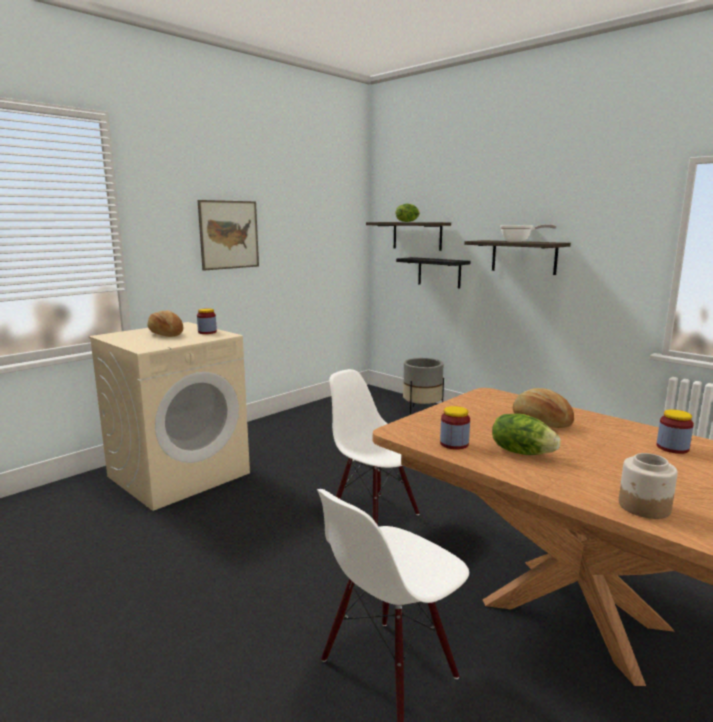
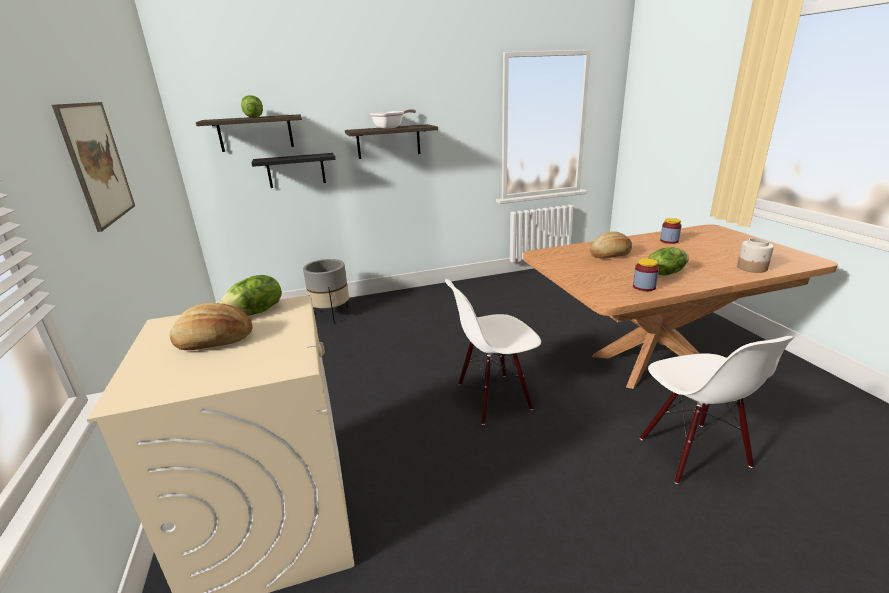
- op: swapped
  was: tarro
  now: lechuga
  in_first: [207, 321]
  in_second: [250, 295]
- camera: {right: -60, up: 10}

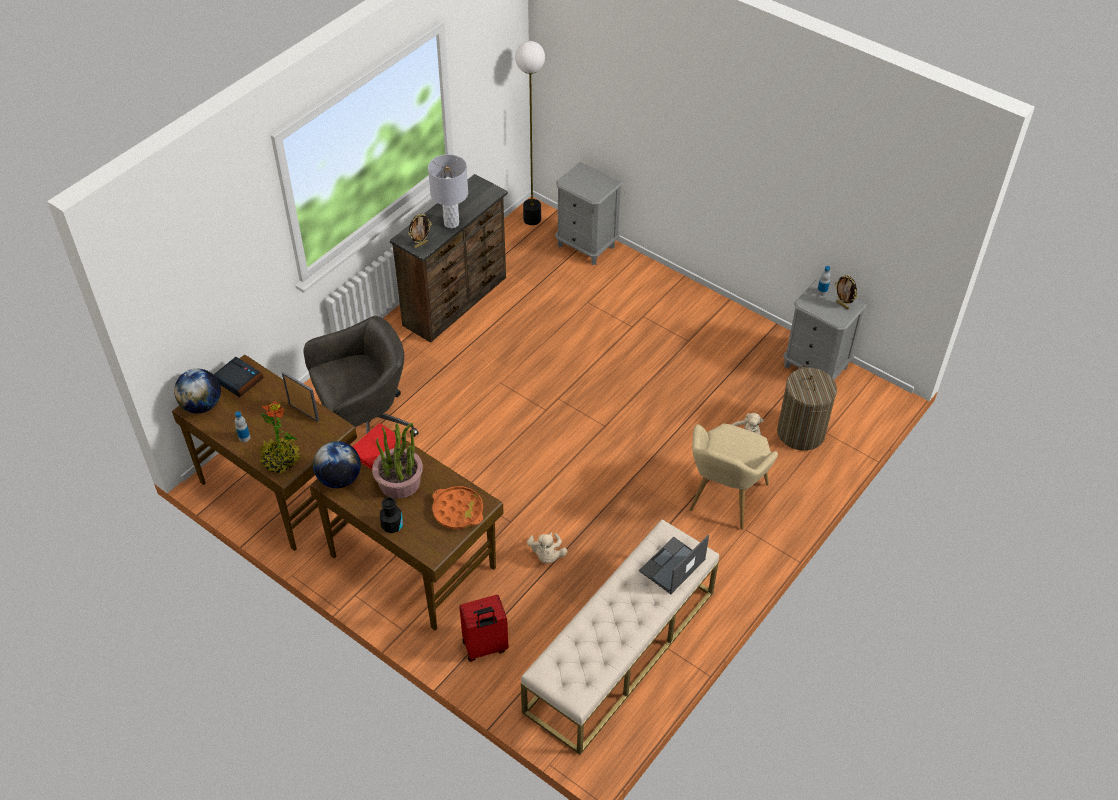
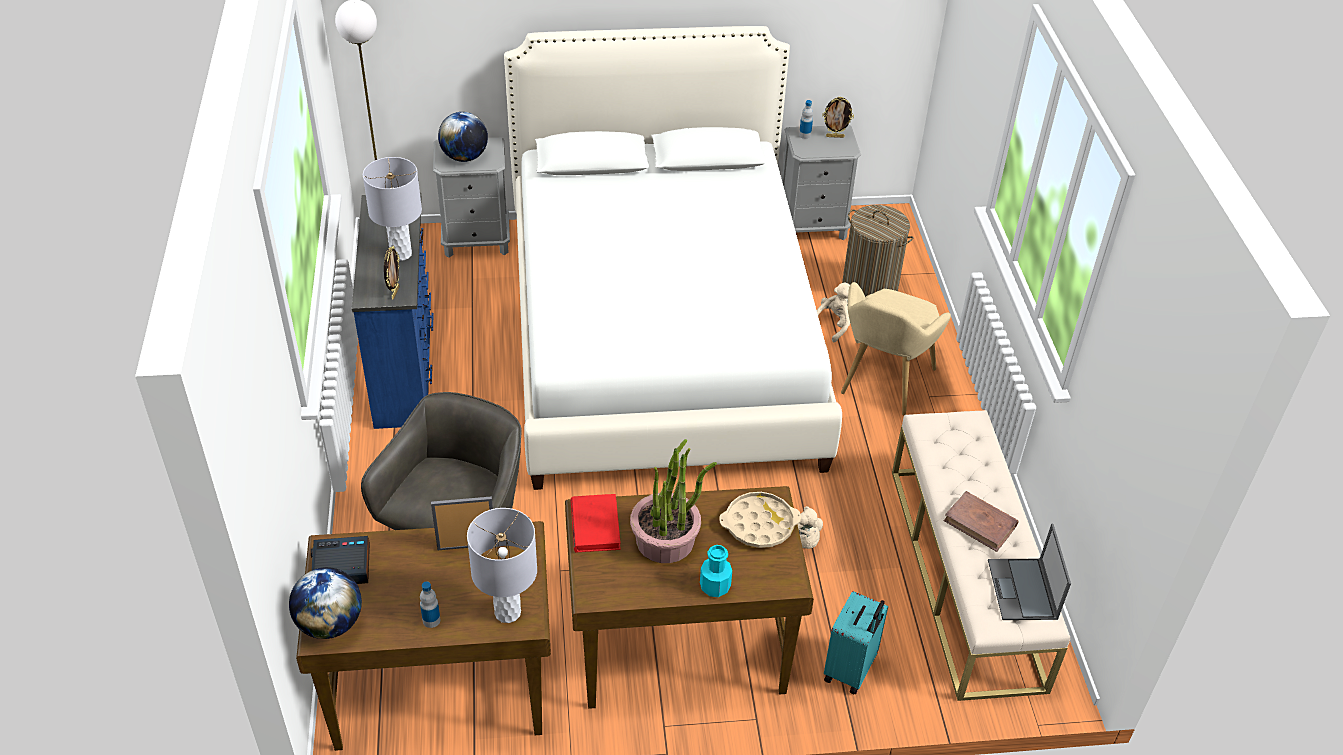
- op: new
  now: cama [blanco]
  in_second: [673, 258]
- op: new
  now: libro [marrón]
  in_second: [981, 521]
- op: shifted
  was: globo terráqueo
  in_first: [337, 464]
  in_second: [463, 137]
- op: shifted
  was: portátil
  in_first: [674, 564]
  in_second: [1029, 572]
- op: swapped
  was: planta en maceta
  now: lámpara de mesa [gris]
  in_first: [280, 437]
  in_second: [502, 565]
- op: repainted
  was: botella [negro]
  now: botella [turquesa]
  in_first: [391, 515]
  in_second: [716, 571]
- op: repainted
  was: cómoda [marrón]
  now: cómoda [azul]
  in_first: [449, 258]
  in_second: [392, 311]
- op: repainted
  was: bandeja [naranja]
  now: bandeja [beis]
  in_first: [457, 507]
  in_second: [760, 520]
- op: repainted
  was: maleta [rojo]
  now: maleta [turquesa]
  in_first: [484, 628]
  in_second: [856, 643]
- op: rotated
  was: sillón [beis]
  in_first: [733, 476]
  in_second: [896, 348]
  clockwise: 45
- camera: {right: -45, up: -5}

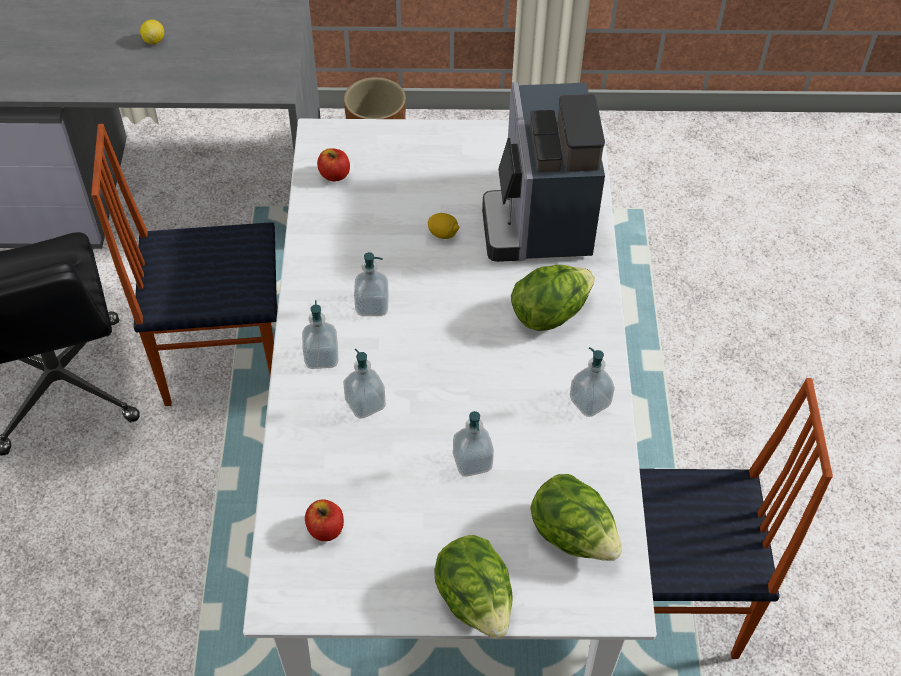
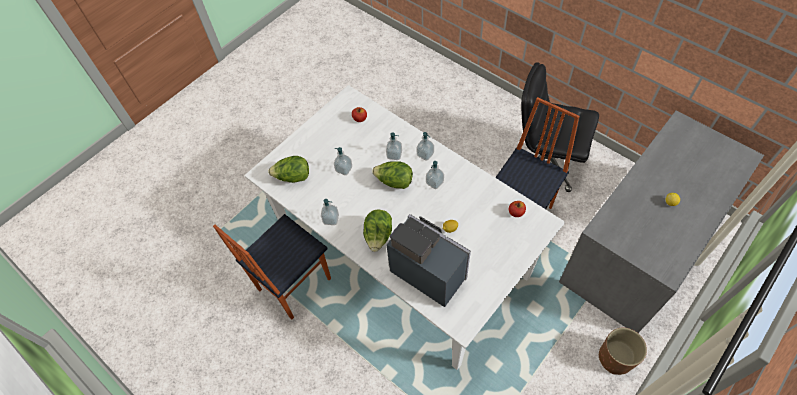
- op: shifted
  was: lechuga
  in_first: [473, 587]
  in_second: [392, 175]
- camera: {right: 135, up: 5}

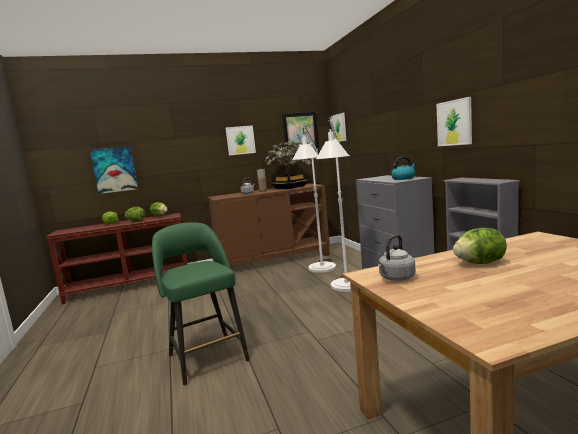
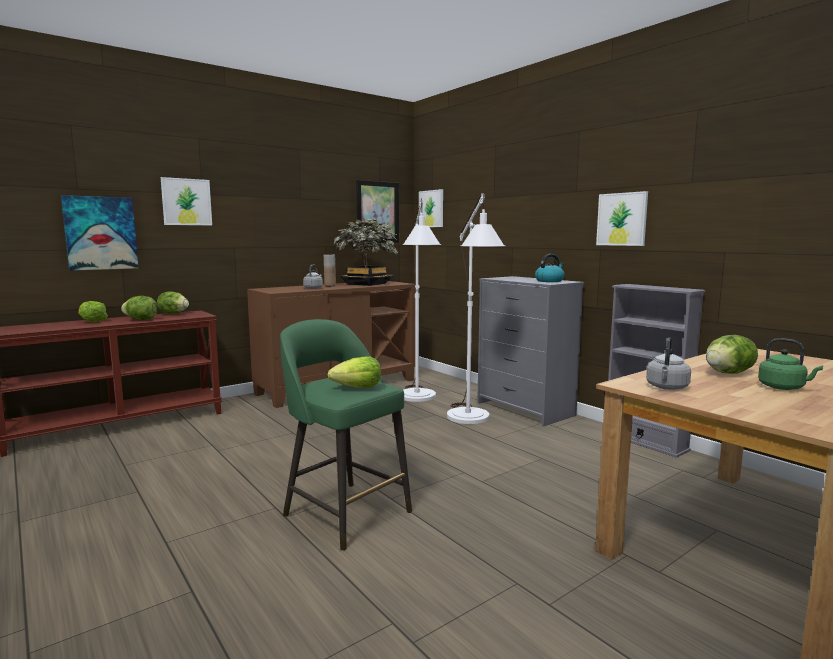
- op: new
  now: lechuga
  in_second: [354, 371]
- op: new
  now: hervidor [verde]
  in_second: [790, 364]
- op: shifted
  was: cuadro
  in_first: [241, 140]
  in_second: [186, 201]
- camera: {right: -20, up: 0}

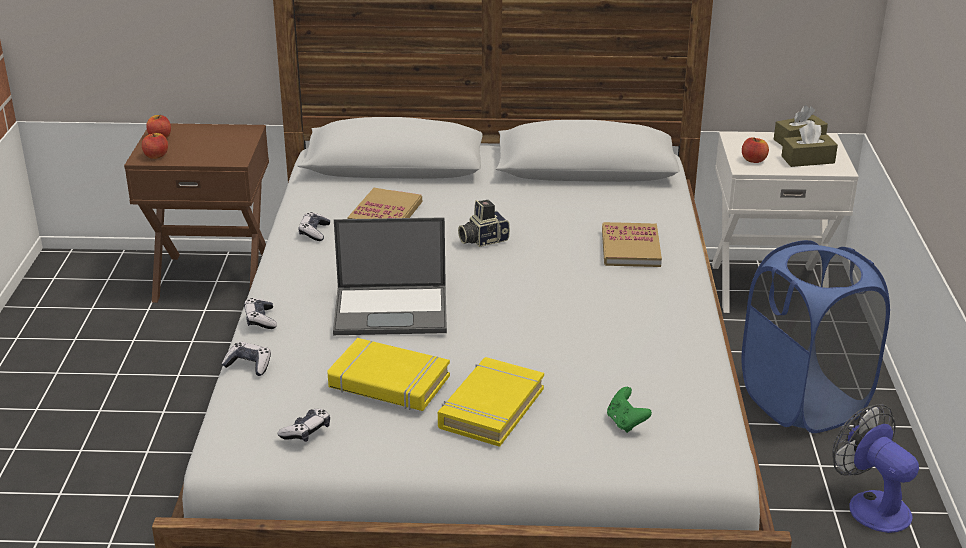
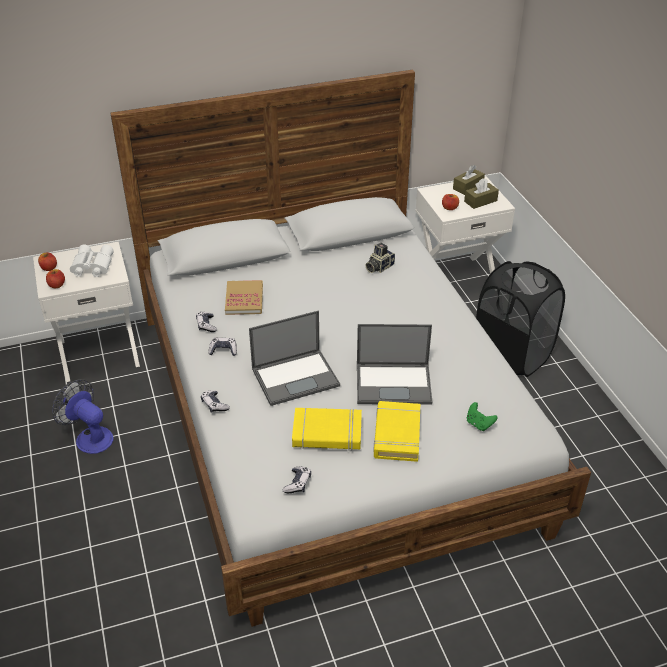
- op: gone
  was: libro
  in_first: [632, 244]
- op: new
  now: prismáticos [blanco]
  in_second: [92, 261]
- op: new
  now: portátil
  in_second: [394, 364]
- op: shifted
  was: mando de consola
  in_first: [246, 359]
  in_second: [222, 347]
- op: shifted
  was: cámara
  in_first: [484, 223]
  in_second: [380, 258]
- op: shifted
  was: ventilador
  in_first: [875, 468]
  in_second: [83, 416]
- op: repainted
  was: mesita de noche [marrón]
  now: mesita de noche [blanco]
  in_first: [196, 213]
  in_second: [86, 312]
- op: repainted
  was: cesto de la ropa [azul]
  now: cesto de la ropa [negro]
  in_first: [816, 336]
  in_second: [520, 319]
- camera: {right: -20, up: 10}

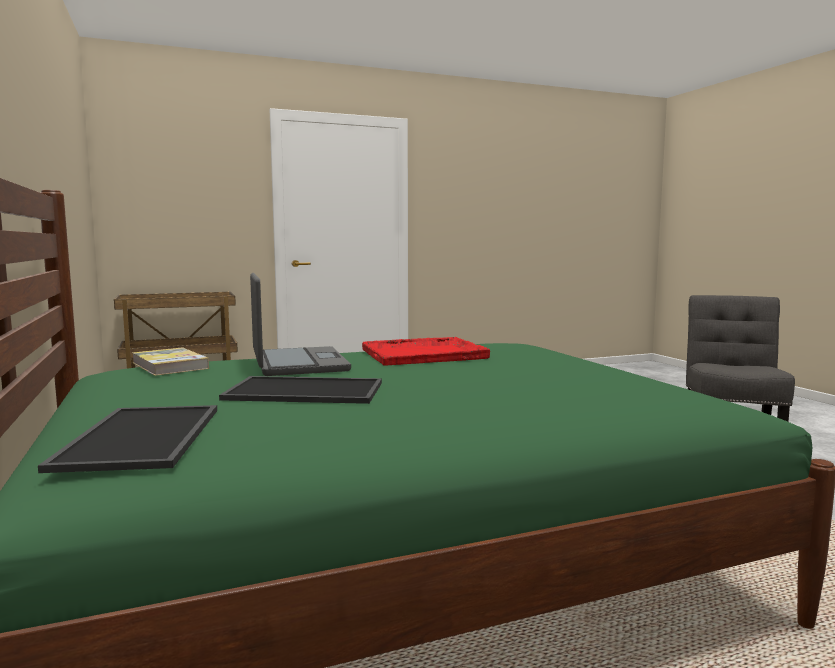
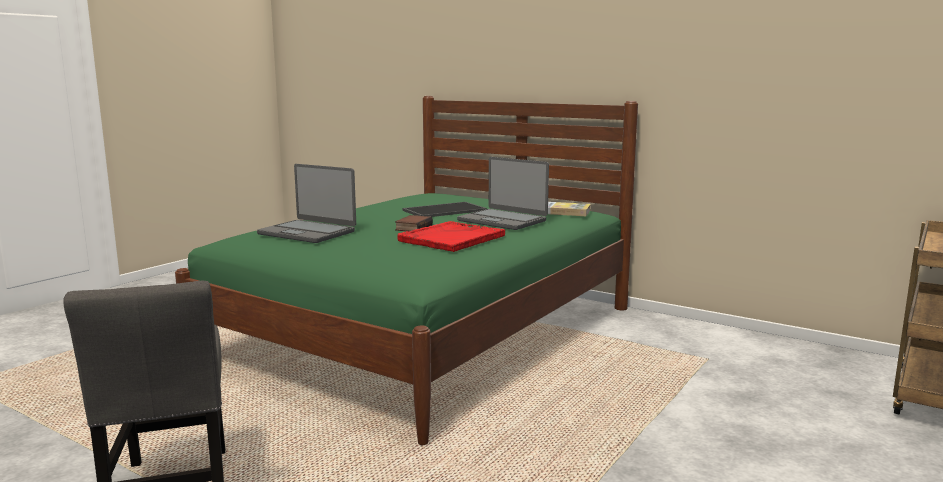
- op: gone
  was: bandeja
  in_first: [127, 439]
- op: new
  now: portátil
  in_second: [306, 203]
- op: new
  now: libro
  in_second: [414, 223]
- camera: {right: 145, up: 5}

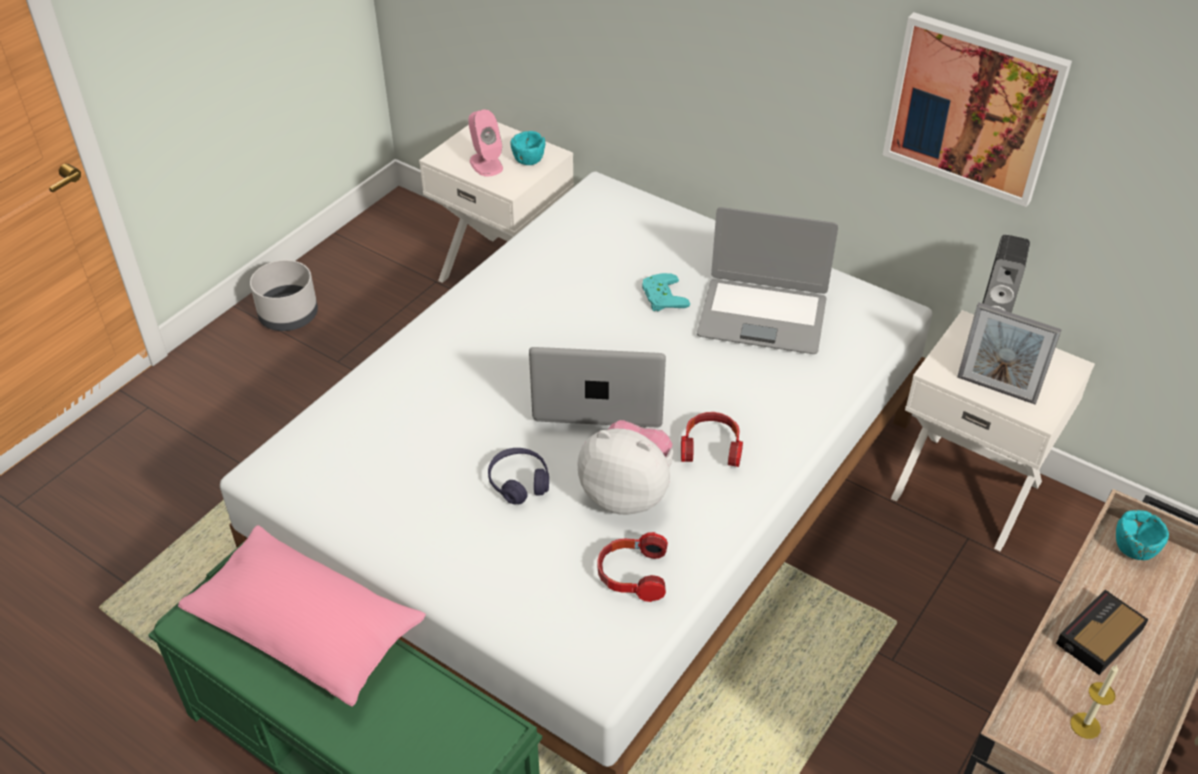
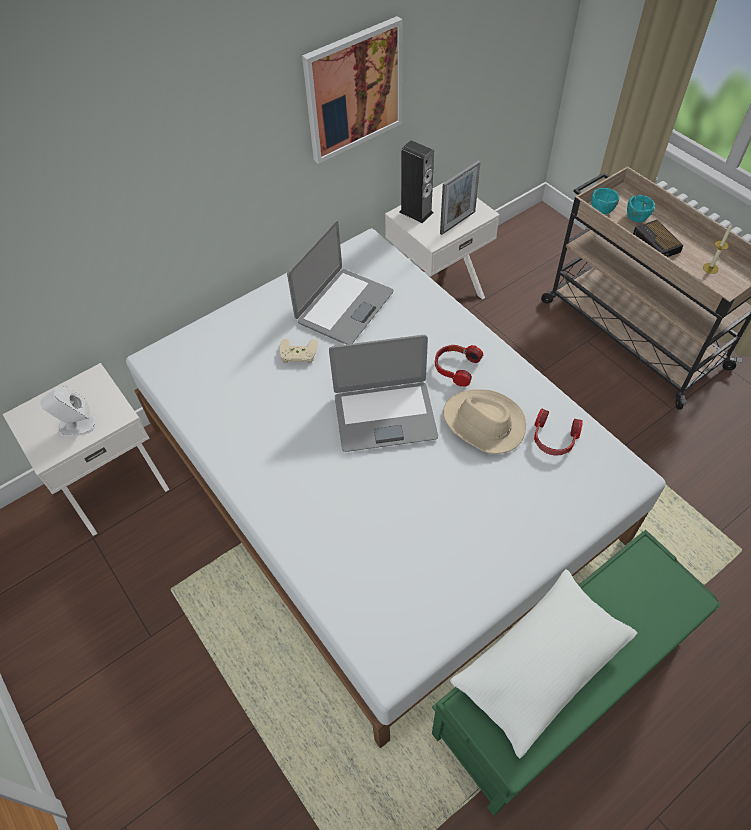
- op: gone
  was: maceta [gris]
  in_first: [284, 295]
- op: gone
  was: auriculares [morado]
  in_first: [518, 476]
- op: shifted
  was: cuenco [turquesa]
  in_first: [528, 148]
  in_second: [641, 208]
- op: swapped
  was: peluche
  now: sombrero [beis]
  in_first: [625, 467]
  in_second: [484, 421]
- op: repainted
  was: cojín [rosa]
  now: cojín [blanco]
  in_first: [302, 616]
  in_second: [543, 664]
- op: repainted
  was: altavoz [rosa]
  now: altavoz [blanco]
  in_first: [485, 143]
  in_second: [69, 411]
- op: repainted
  was: mando de consola [turquesa]
  now: mando de consola [beis]
  in_first: [666, 292]
  in_second: [298, 351]
- op: rotated
  was: portátil
  in_first: [597, 387]
  in_second: [383, 393]
  clockwise: -120
- camera: {right: -70, up: 10}

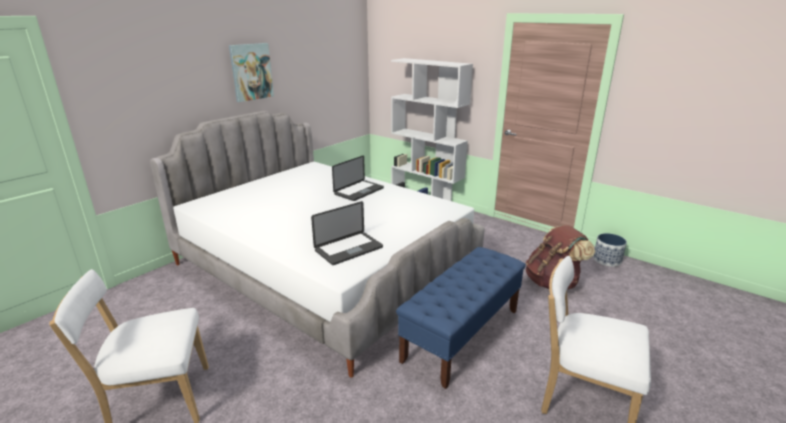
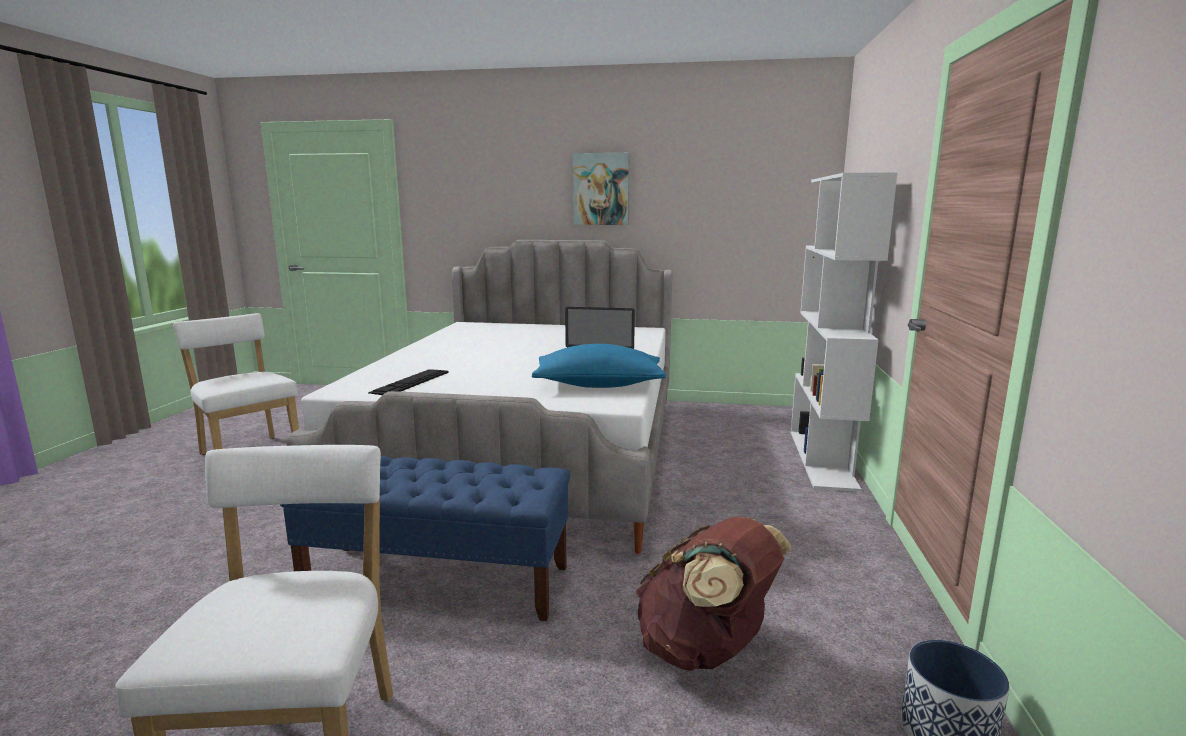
- op: new
  now: cojín [azul]
  in_second: [599, 366]
- op: swapped
  was: portátil
  now: teclado
  in_first: [347, 233]
  in_second: [408, 382]
- camera: {right: 60, up: -10}

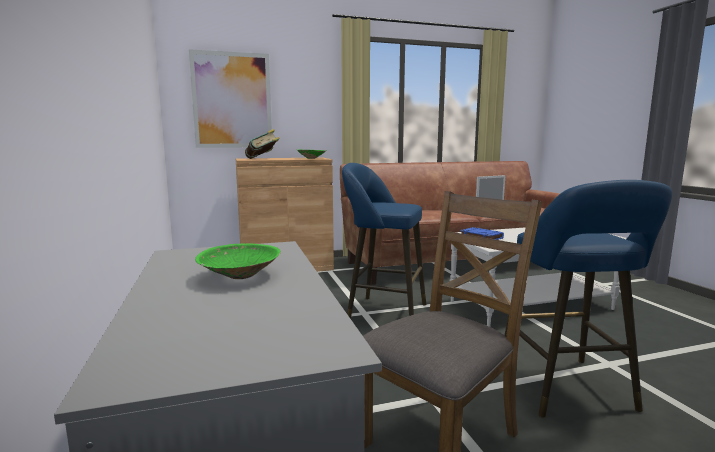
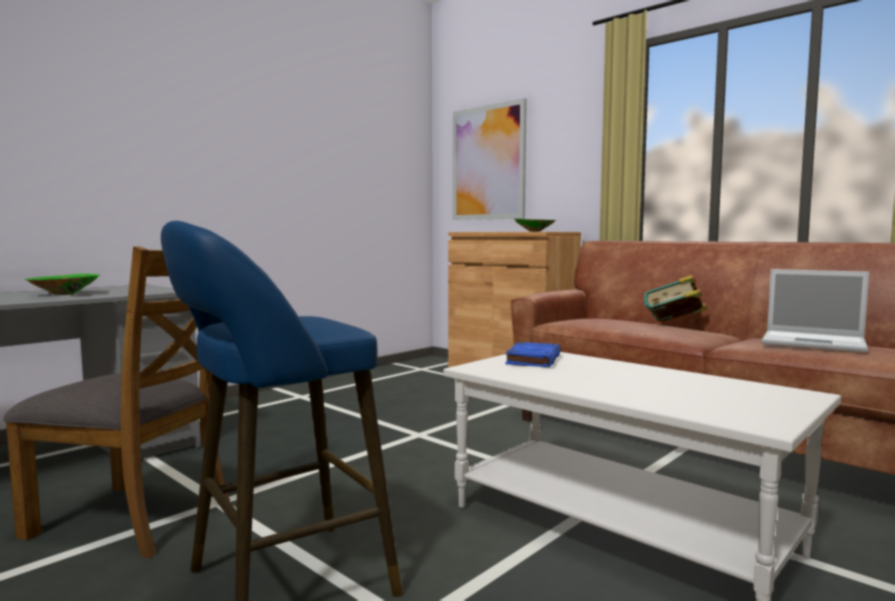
- op: gone
  was: taburete [azul]
  in_first: [384, 241]
- op: shifted
  was: libro
  in_first: [262, 144]
  in_second: [675, 298]
- camera: {right: 60, up: -5}

